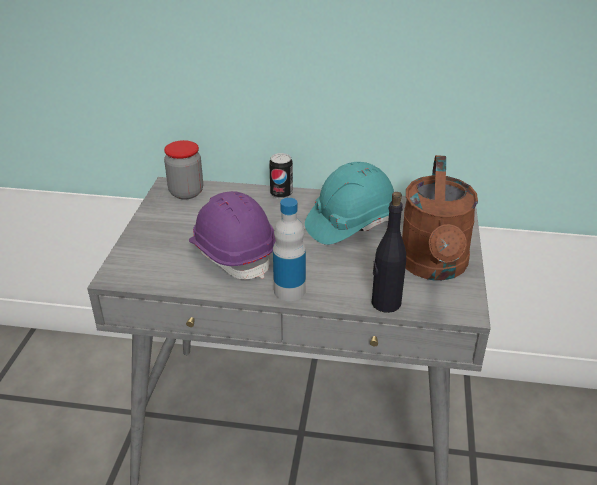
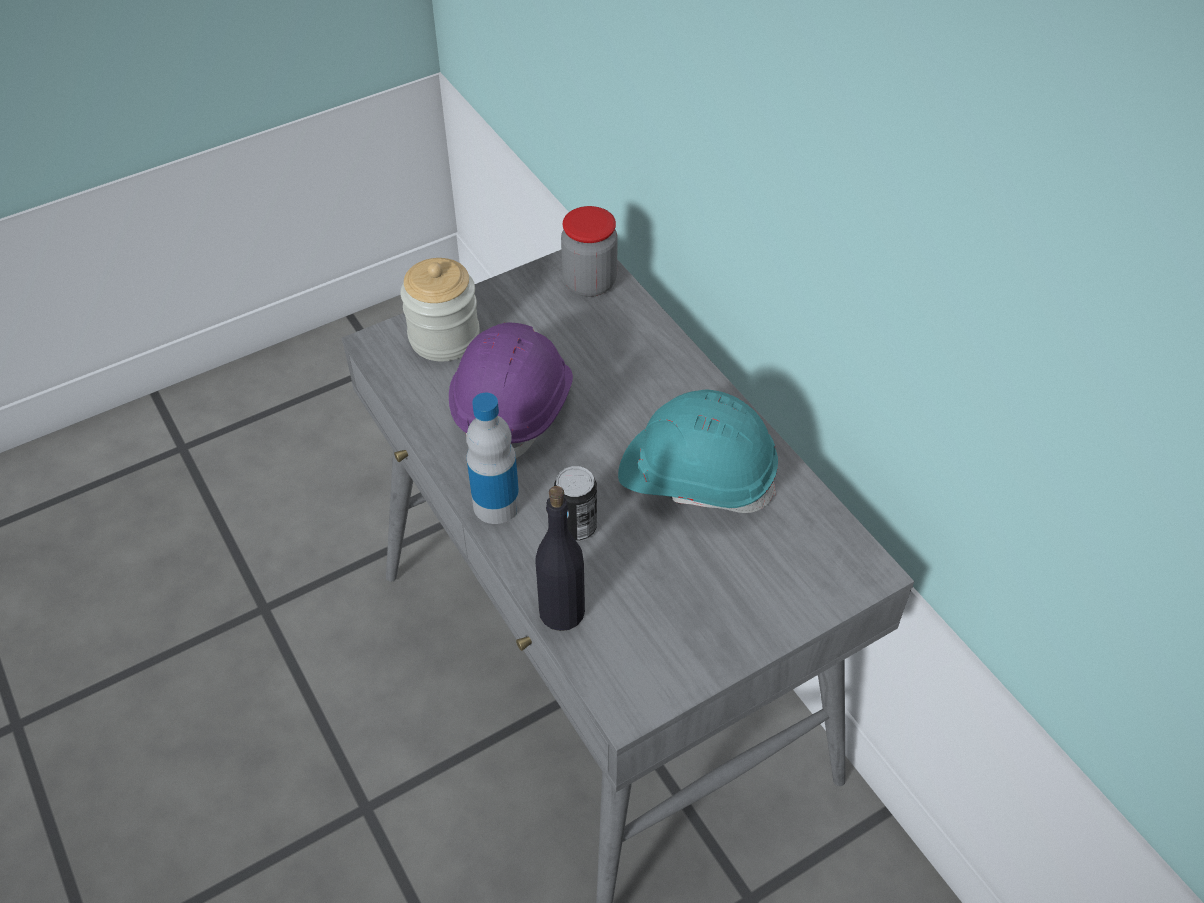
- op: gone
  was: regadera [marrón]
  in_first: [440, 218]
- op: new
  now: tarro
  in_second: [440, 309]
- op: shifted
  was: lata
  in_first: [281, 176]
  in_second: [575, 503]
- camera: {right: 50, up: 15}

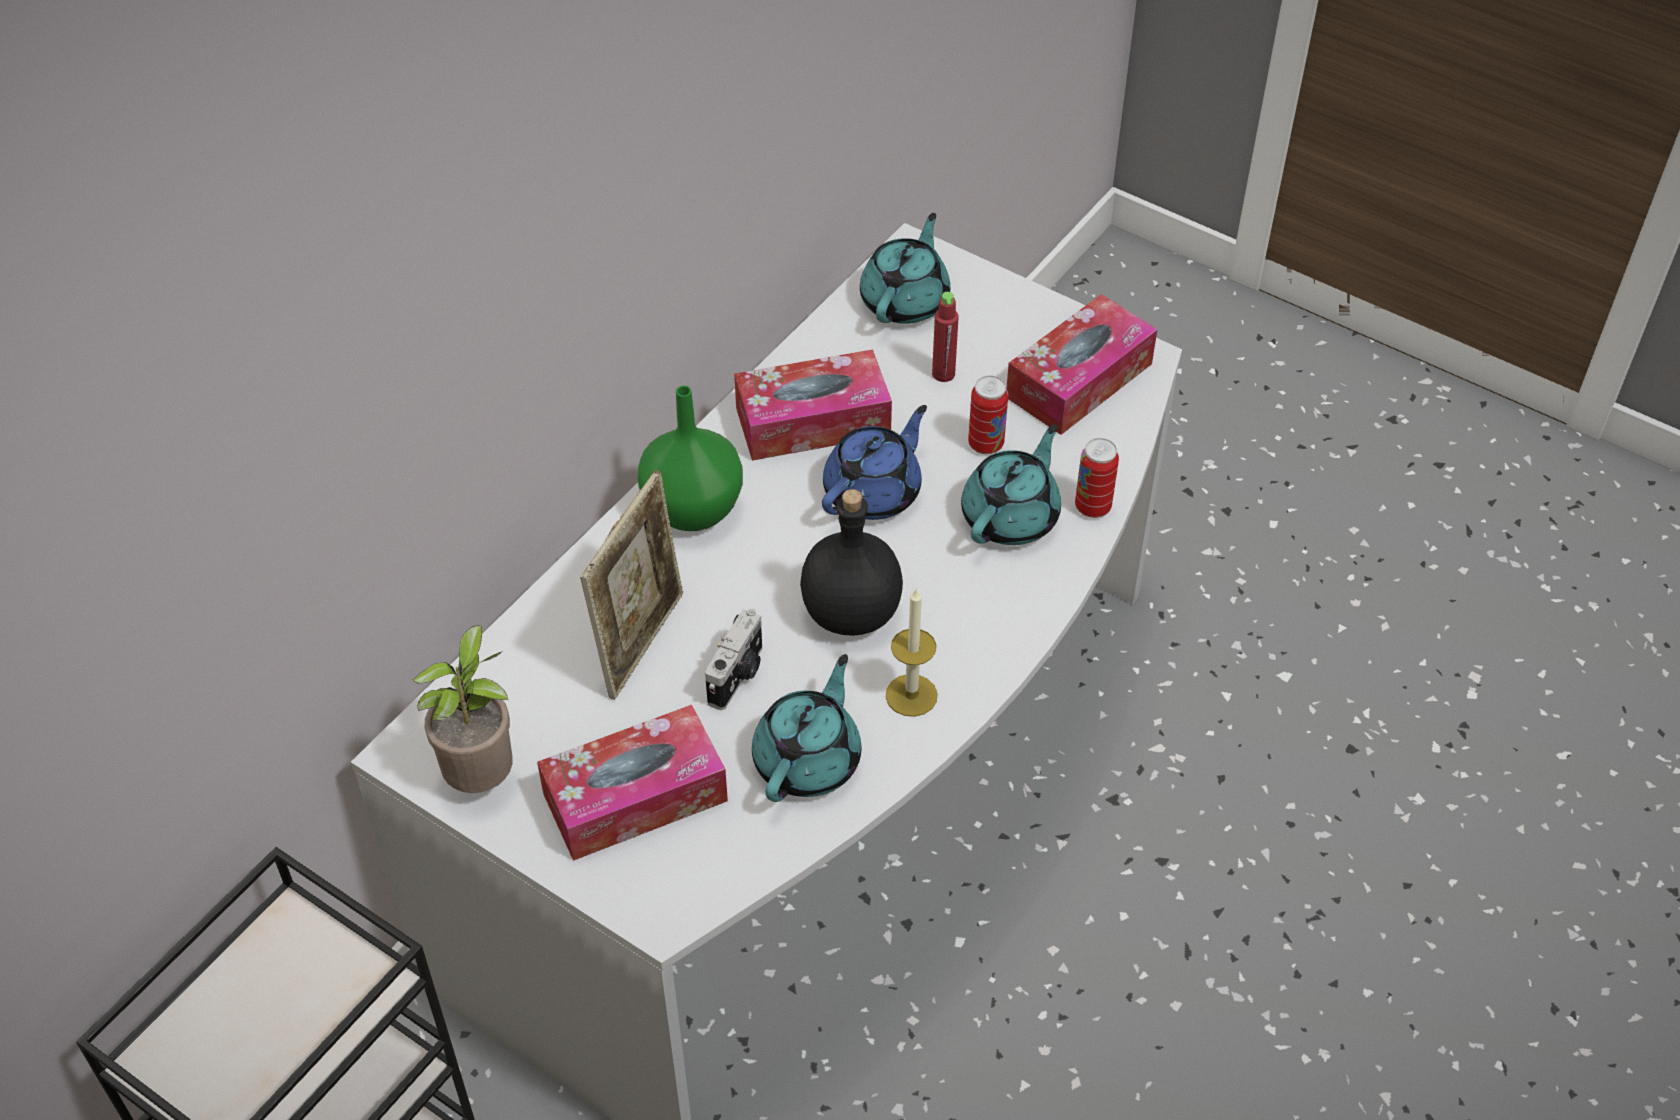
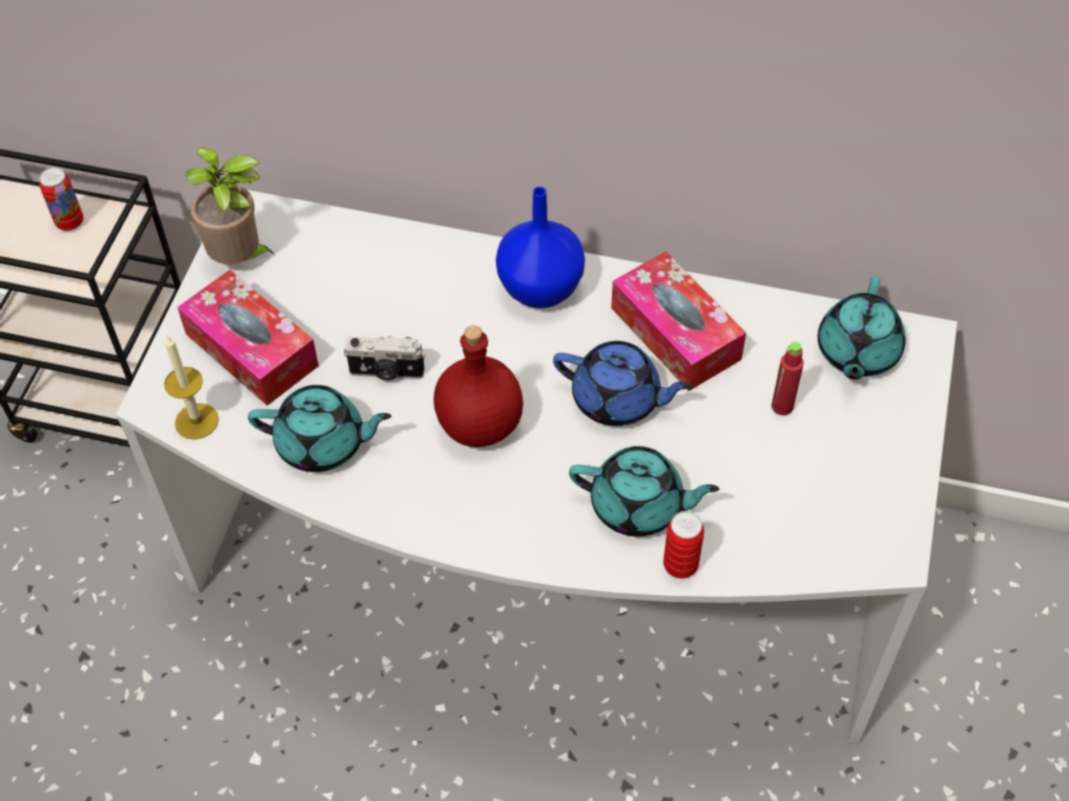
- op: gone
  was: portarretratos
  in_first: [631, 585]
- op: gone
  was: caja de pañuelos
  in_first: [1081, 364]
- op: shifted
  was: vela
  in_first: [912, 652]
  in_second: [191, 387]
- op: shifted
  was: lata
  in_first: [988, 414]
  in_second: [61, 199]
- op: repainted
  was: florero [verde]
  now: florero [azul]
  in_first: [690, 458]
  in_second: [540, 247]
- op: repainted
  was: botella [negro]
  now: botella [rojo]
  in_first: [851, 562]
  in_second: [478, 386]
- op: rotated
  was: tetera [turquesa]
  in_first: [905, 268]
  in_second: [862, 328]
  clockwise: 105
- camera: {right: 70, up: 5}

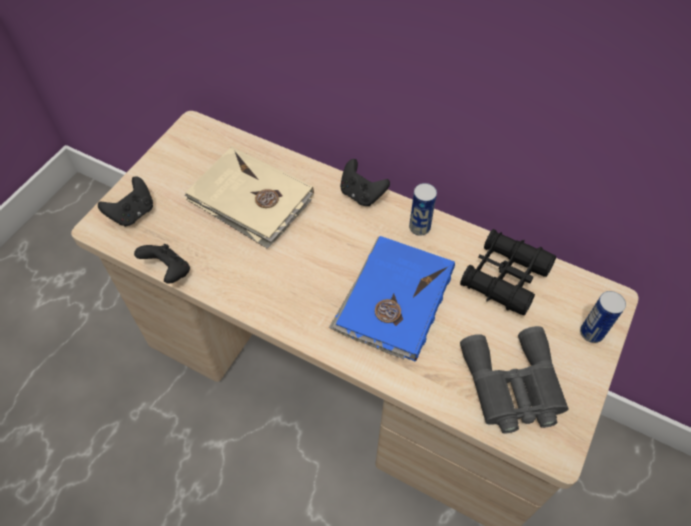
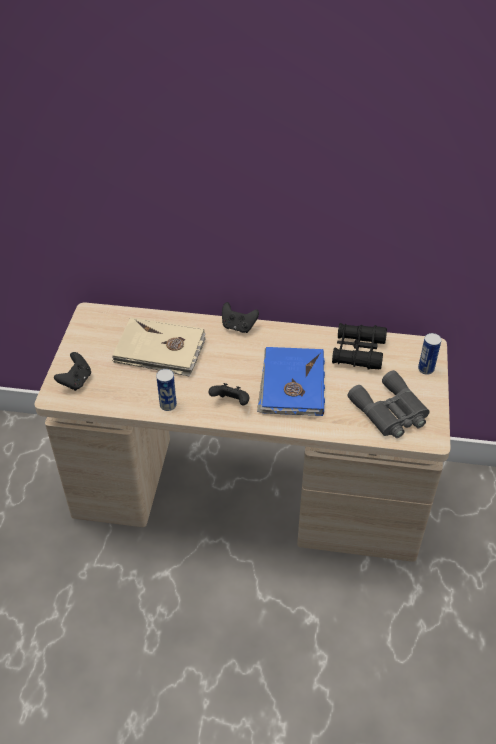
- op: shifted
  was: mando de consola [negro]
  in_first: [162, 264]
  in_second: [229, 394]
- op: shifted
  was: lata
  in_first: [423, 209]
  in_second: [166, 390]
- camera: {right: -20, up: -10}

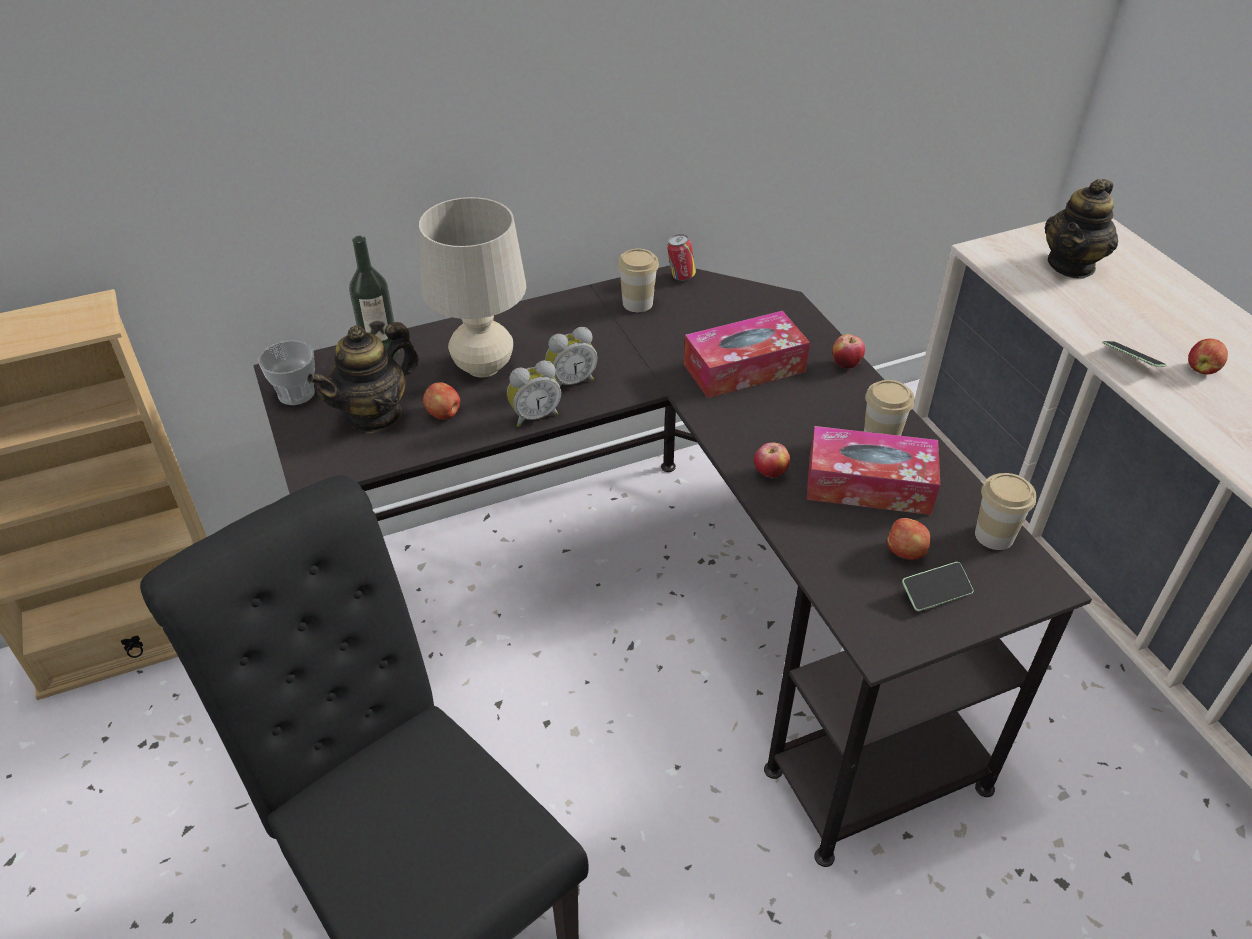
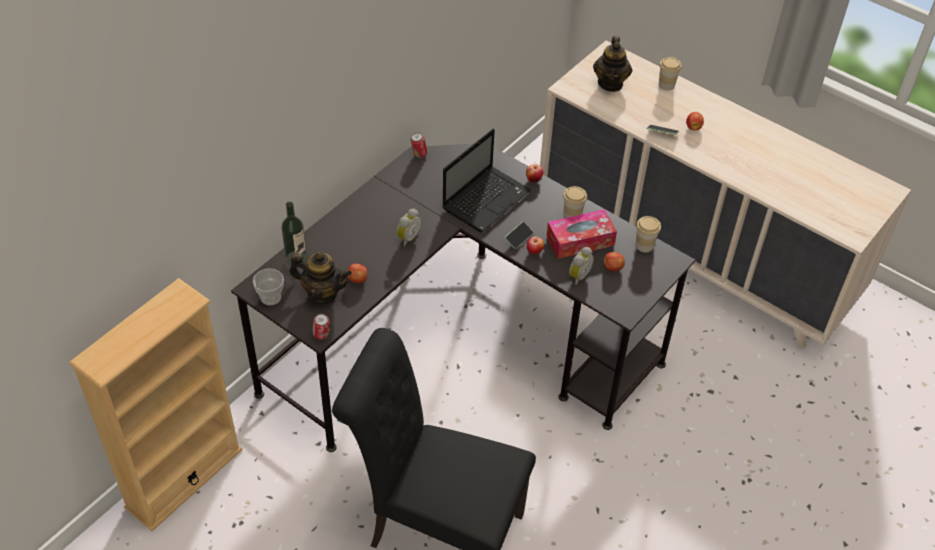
- op: gone
  was: lámpara de mesa [beis]
  in_first: [472, 287]
- op: new
  now: lata
  in_second: [321, 327]
- op: shifted
  was: despertador
  in_first: [534, 393]
  in_second: [581, 266]
- op: shifted
  was: taza
  in_first: [638, 280]
  in_second: [670, 74]
- op: shifted
  was: móvil
  in_first: [937, 586]
  in_second: [519, 235]
- op: swapped
  was: caja de pañuelos
  now: portátil
  in_first: [747, 354]
  in_second: [486, 180]
- op: rotated
  was: tetera
  in_first: [363, 377]
  in_second: [320, 277]
  clockwise: -90
- camera: {right: -30, up: 5}

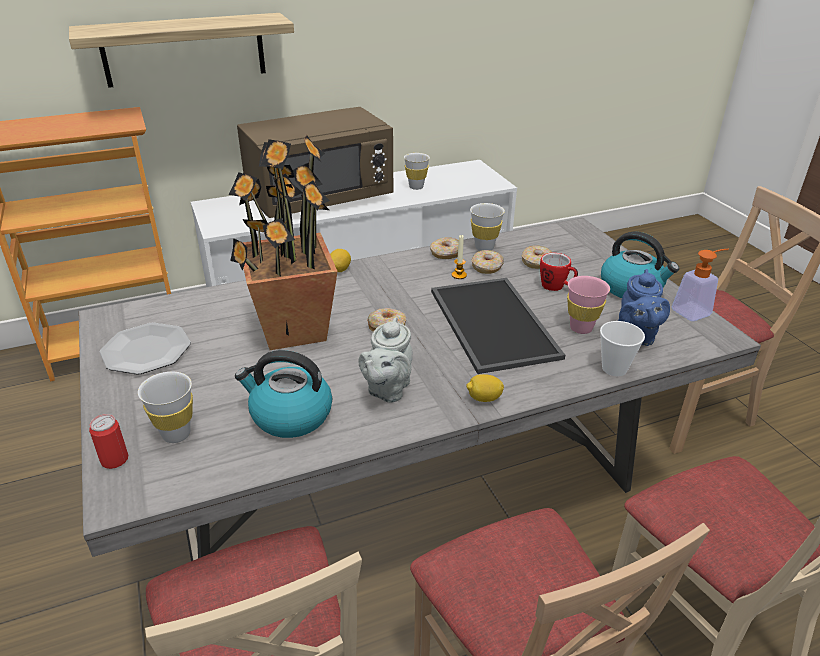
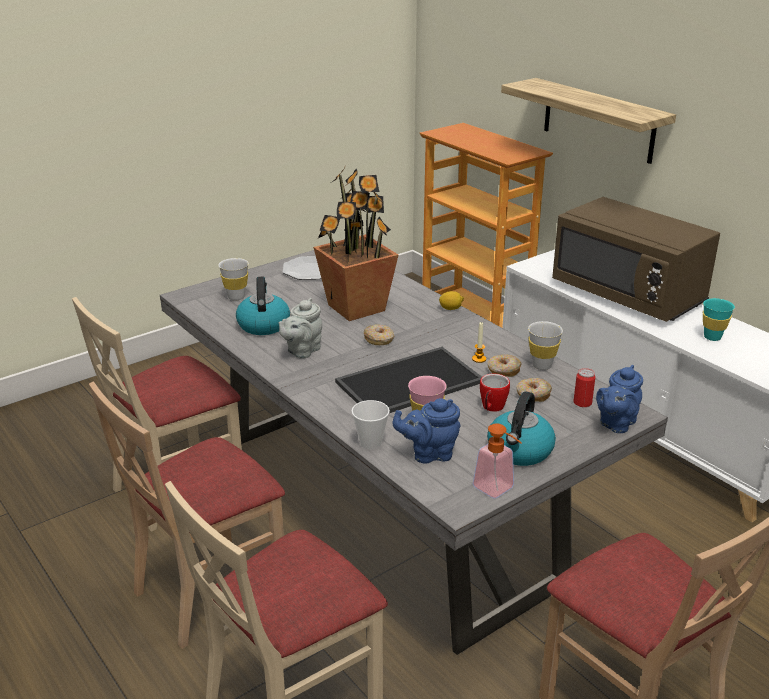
- op: gone
  was: rosquilla
  in_first: [444, 248]
- op: gone
  was: limón
  in_first: [485, 388]
- op: new
  now: tetera [azul]
  in_second: [619, 399]
- op: shifted
  was: lata
  in_first: [108, 441]
  in_second: [584, 387]
- op: repainted
  was: taza [blanco]
  now: taza [turquesa]
  in_first: [417, 171]
  in_second: [719, 319]
- op: rotated
  was: tetera [gris]
  in_first: [386, 360]
  in_second: [300, 328]
  clockwise: -60
- camera: {right: 75, up: -5}

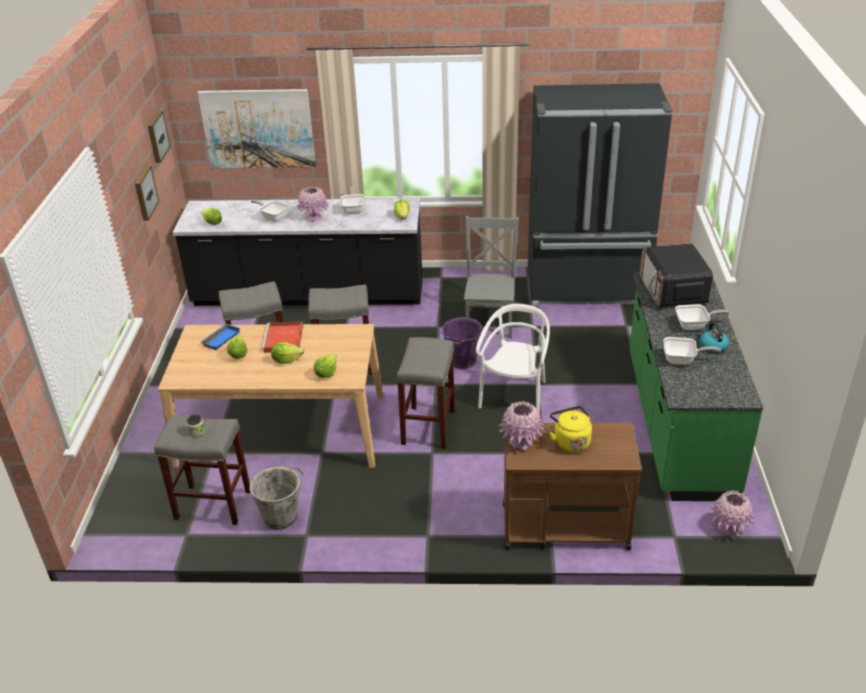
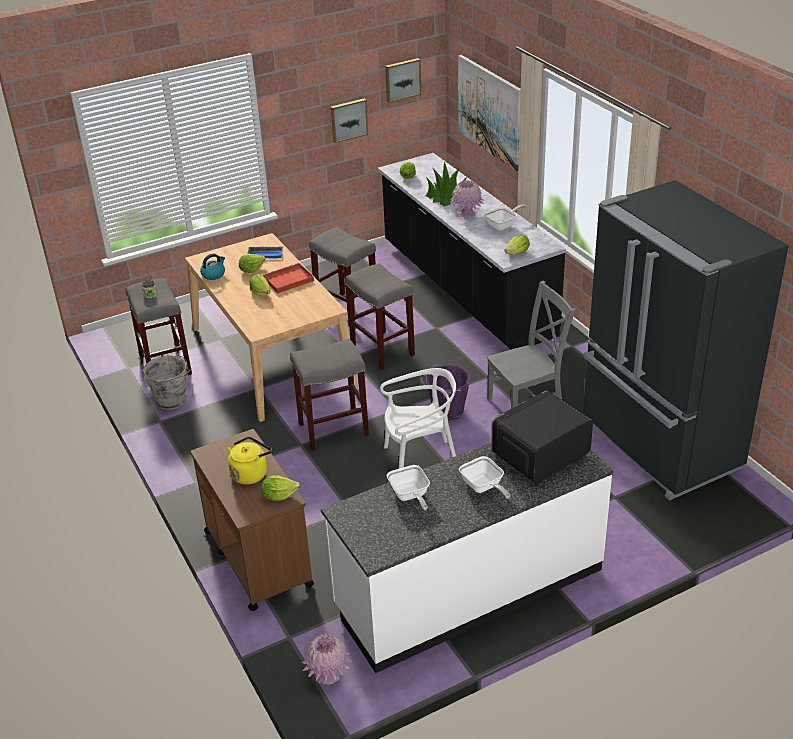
- op: gone
  was: florero [rosa]
  in_first: [521, 425]
- op: shifted
  was: lechuga
  in_first: [325, 366]
  in_second: [280, 488]
- op: shifted
  was: hervidor
  in_first: [714, 337]
  in_second: [212, 267]
- op: swapped
  was: sartén
  now: planta en maceta
  in_first: [270, 211]
  in_second: [446, 184]
- op: repainted
  was: mueble bajo de cocina [verde]
  now: mueble bajo de cocina [blanco]
  in_first: [696, 386]
  in_second: [467, 558]
- camera: {right: 60, up: 0}

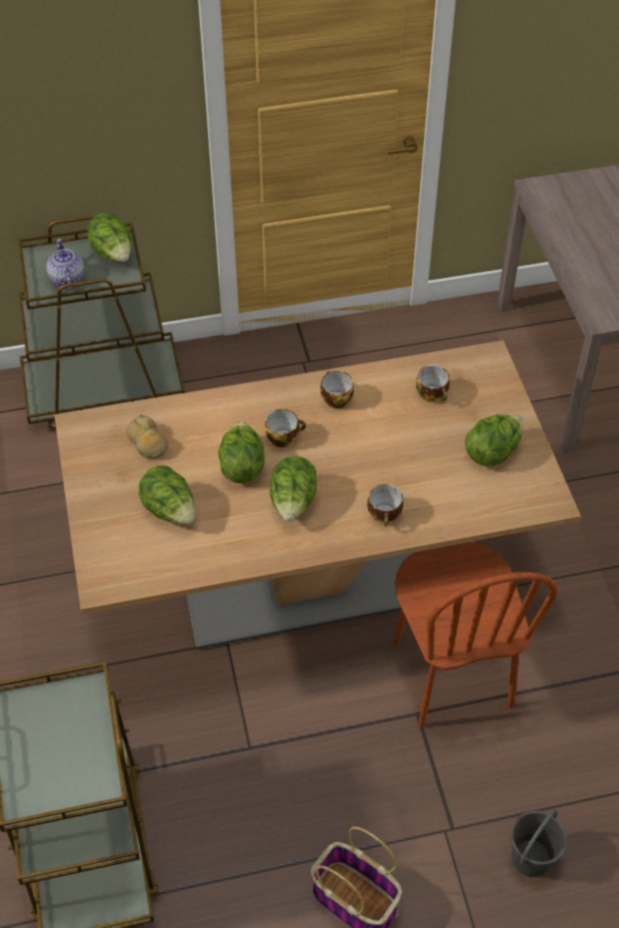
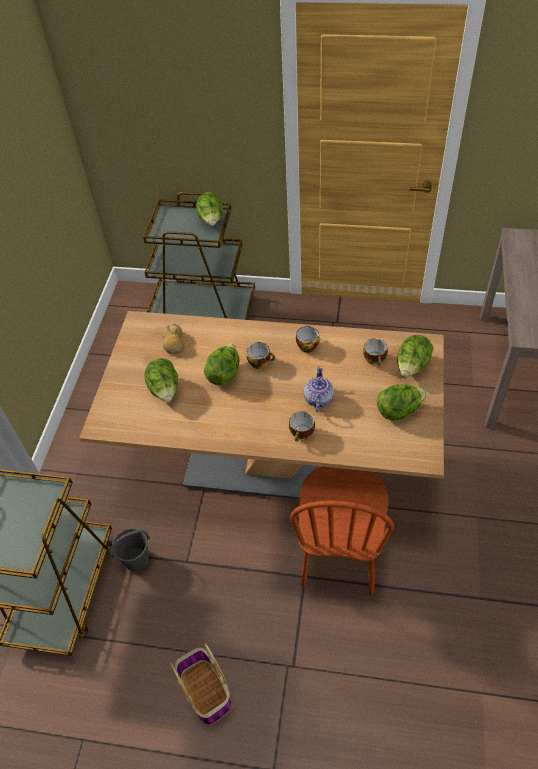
- op: shifted
  was: tetera
  in_first: [65, 264]
  in_second: [319, 389]
- op: shifted
  was: lechuga
  in_first: [293, 489]
  in_second: [415, 356]
- op: shifted
  was: cubo [gris]
  in_first: [539, 843]
  in_second: [129, 549]
- camera: {right: 25, up: 0}

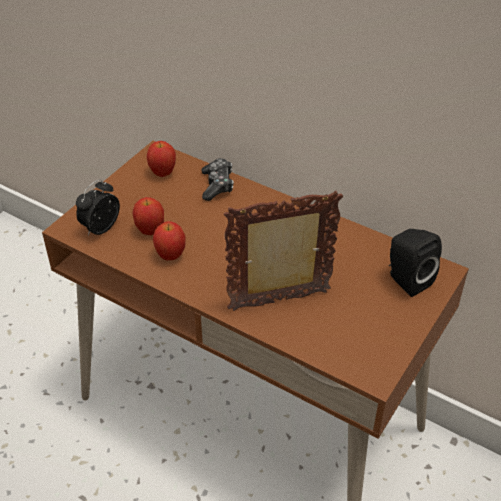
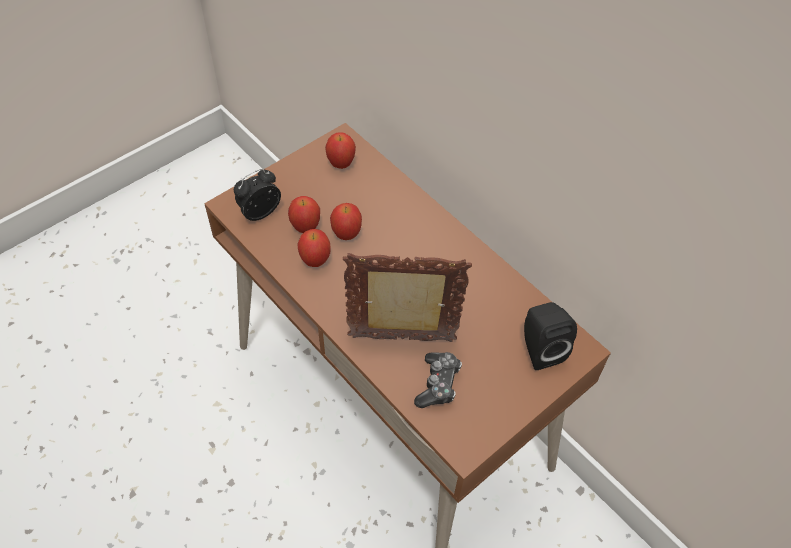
- op: new
  now: manzana
  in_second: [346, 221]
- op: shifted
  was: mando de consola
  in_first: [217, 179]
  in_second: [438, 380]
- camera: {right: 15, up: 10}

